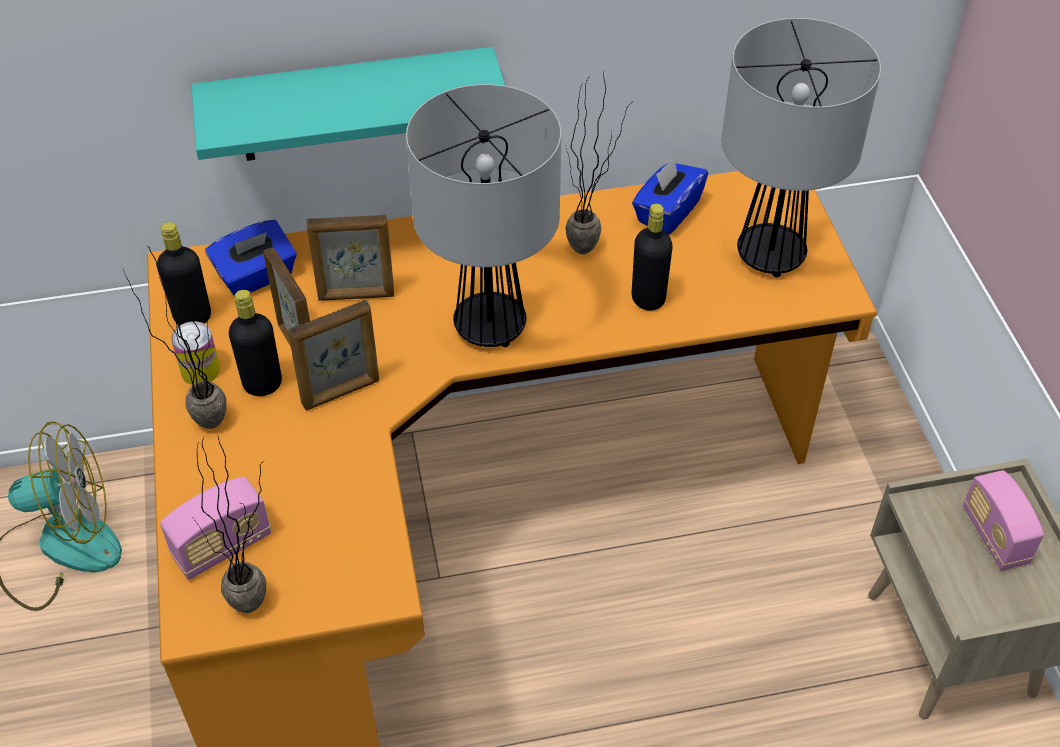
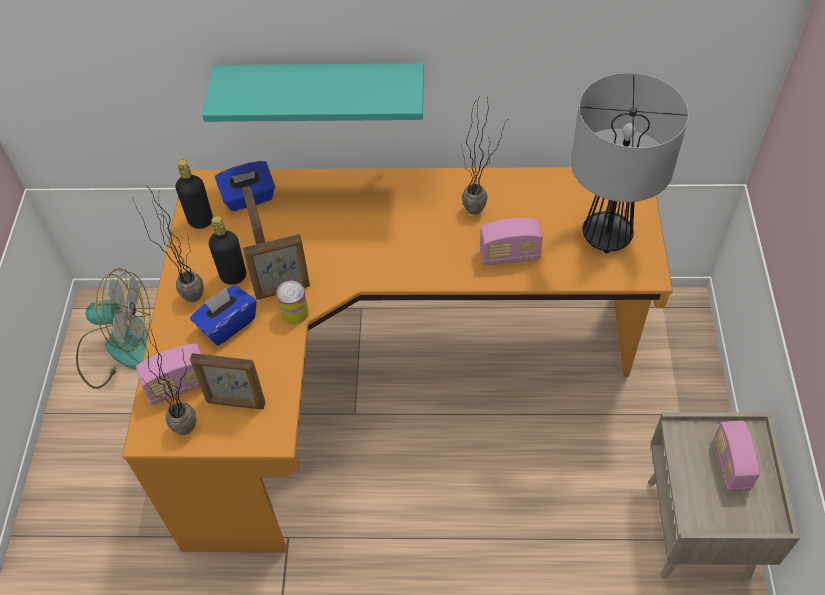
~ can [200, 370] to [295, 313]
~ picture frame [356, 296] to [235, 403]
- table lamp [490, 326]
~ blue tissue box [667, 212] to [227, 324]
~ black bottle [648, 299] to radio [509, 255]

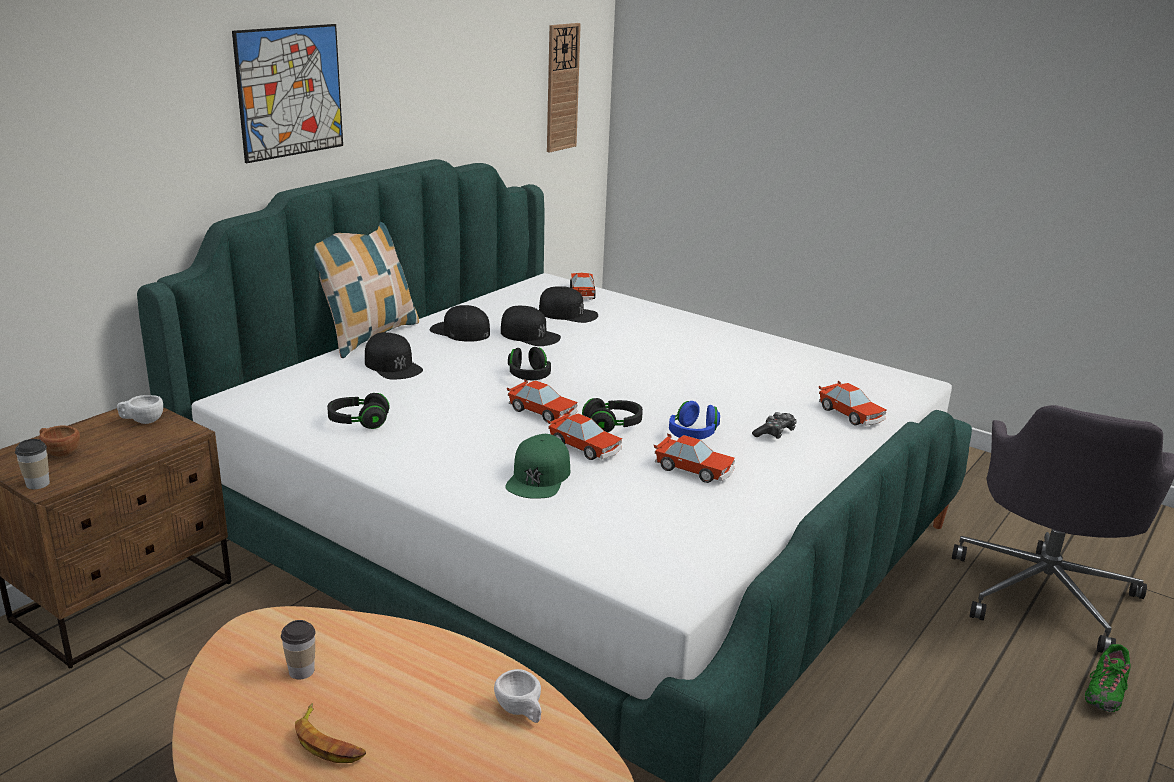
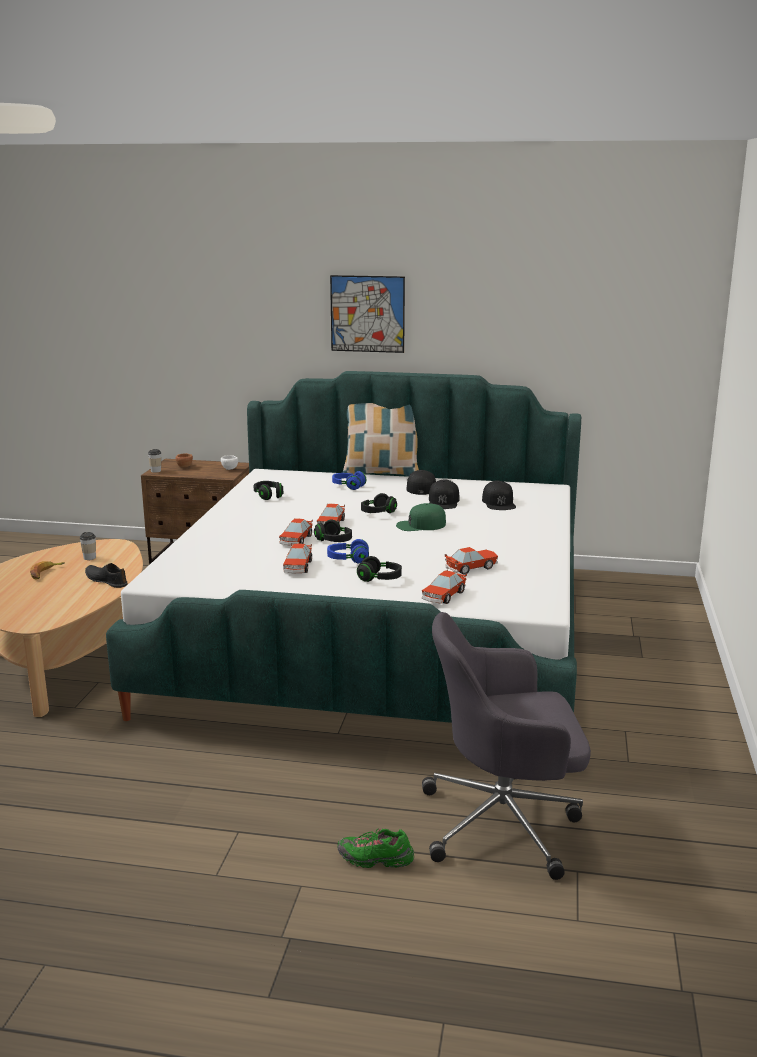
~ black cap [393, 365] to blue headphones [348, 486]
- white cup [521, 711]
~ green cap [539, 477] to [421, 525]
- wall clock [562, 87]
~ toy car [582, 293] to [471, 568]
~ game controller [775, 433] to black headphones [379, 579]
+ black shoe [106, 580]

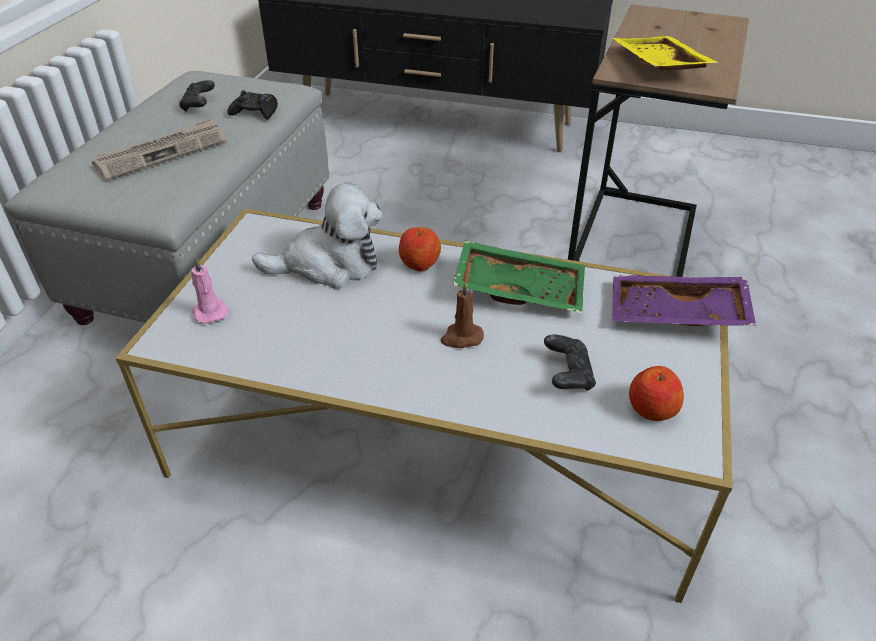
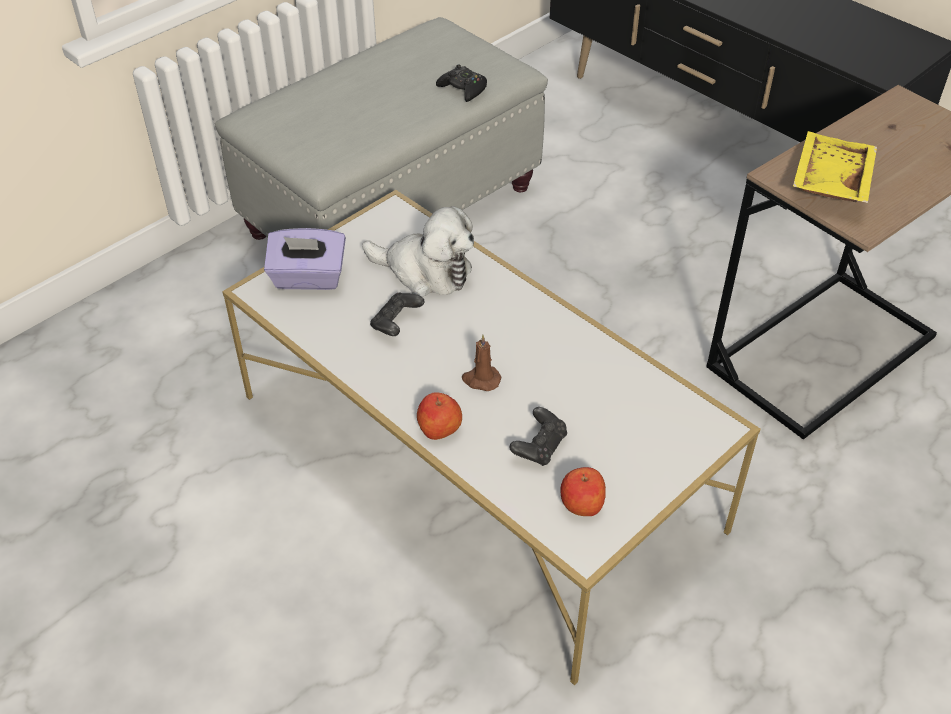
- newspaper [162, 152]
~ black game controller [198, 105] to [396, 323]
~ pink candle [209, 311] to purple tissue box [308, 278]
~ apple [419, 263] to [439, 428]
- green tray [519, 288]
- purple tray [676, 316]

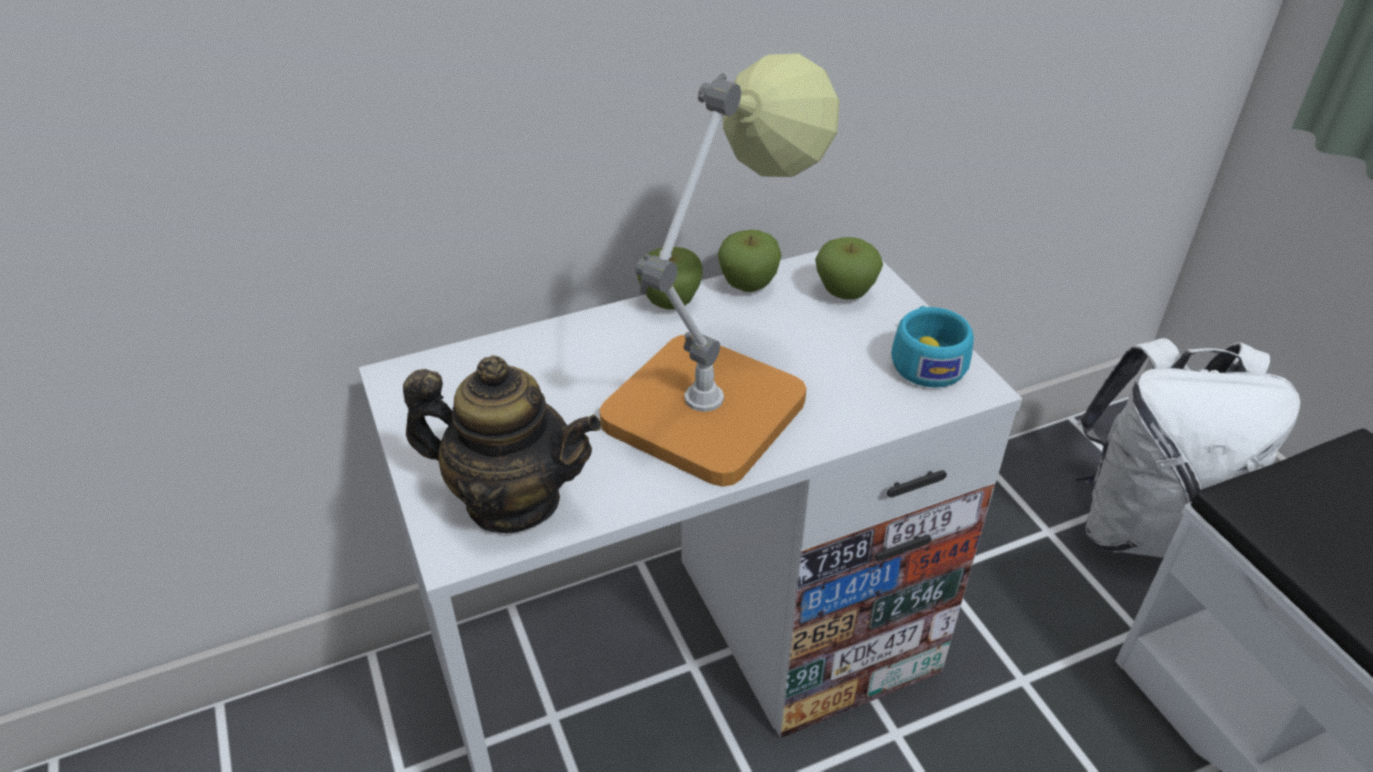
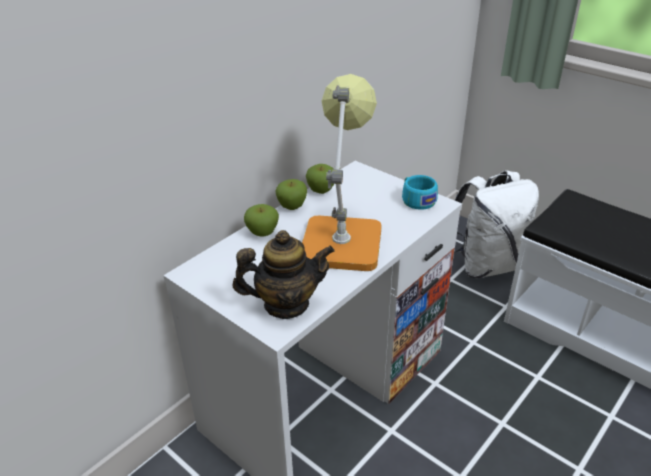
~ apple [845, 293] to [262, 233]

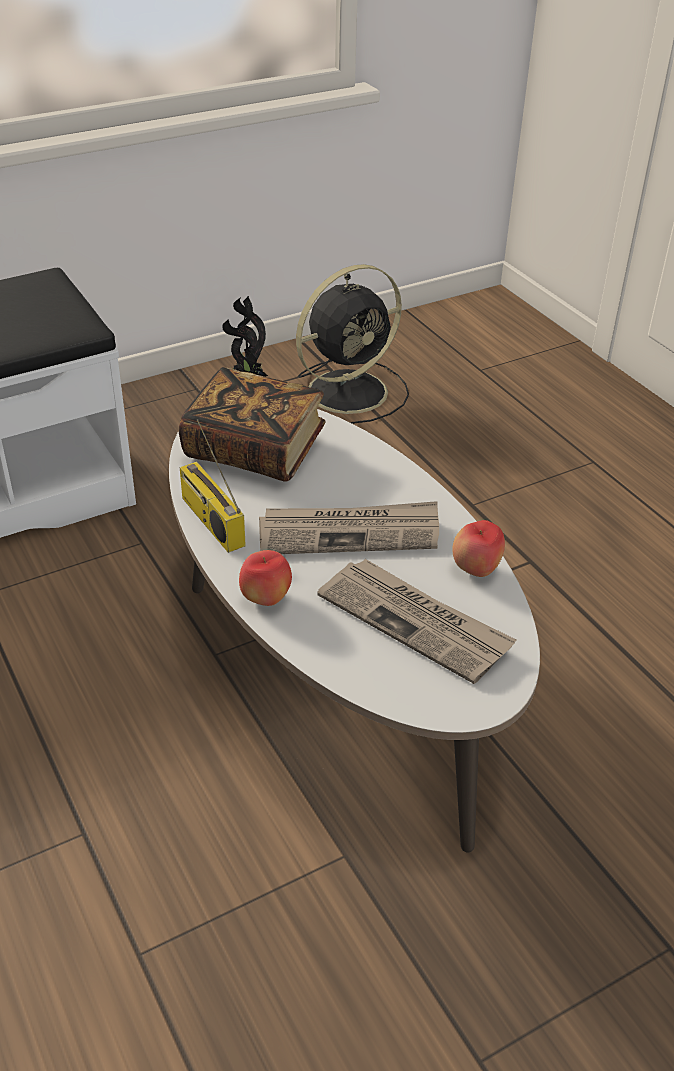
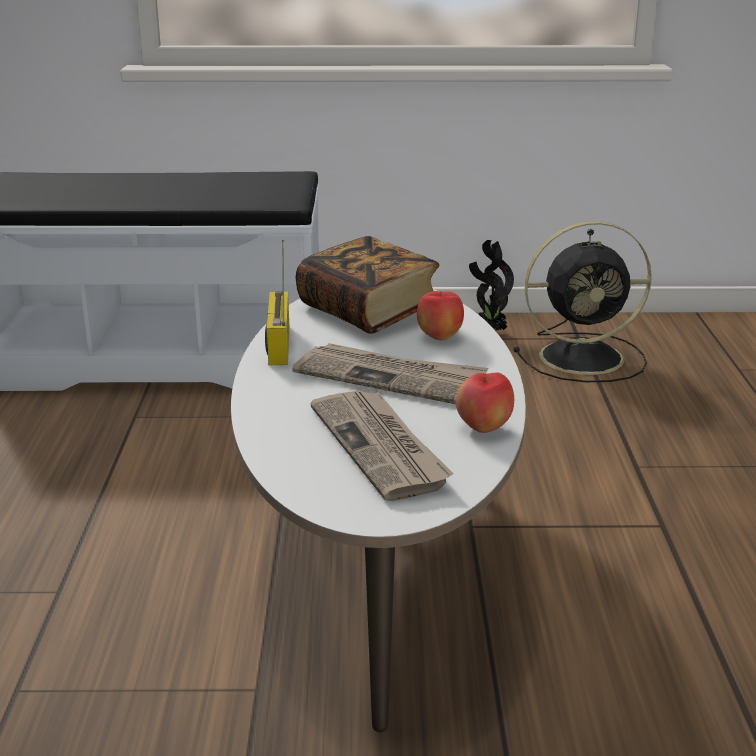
~ apple [266, 599] to [440, 337]

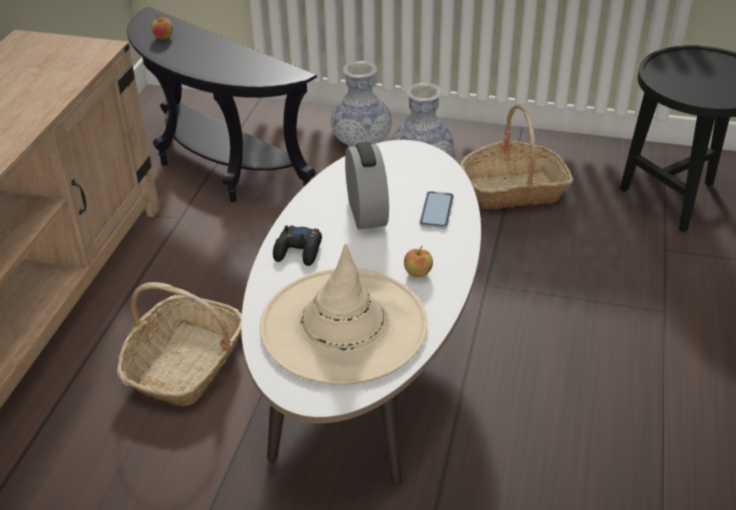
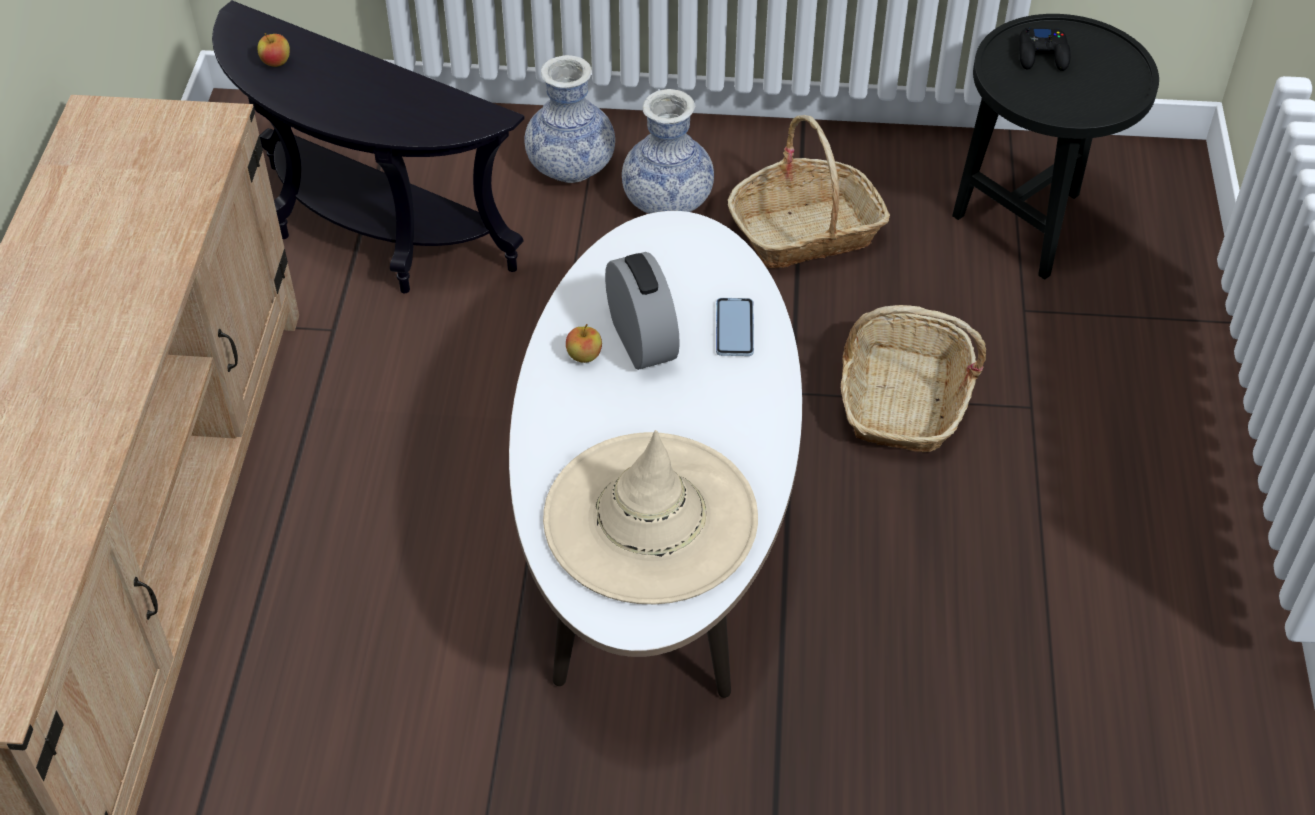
~ basket [186, 364] to [903, 400]
~ black game controller [298, 251] to [1042, 55]
~ apple [417, 273] to [584, 356]

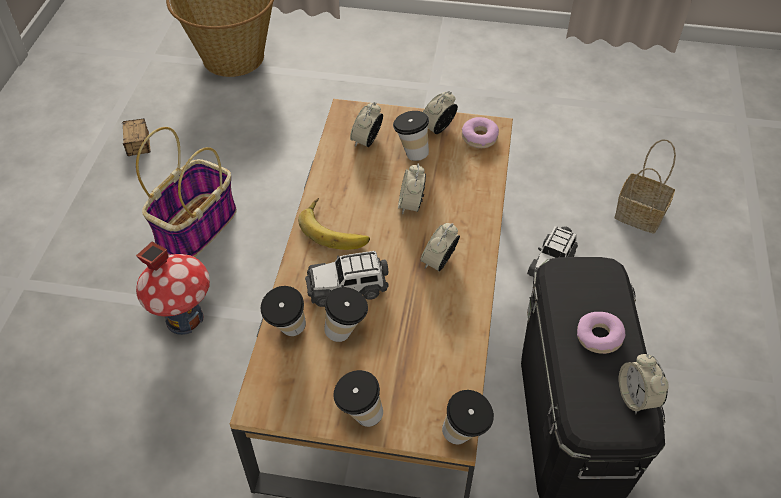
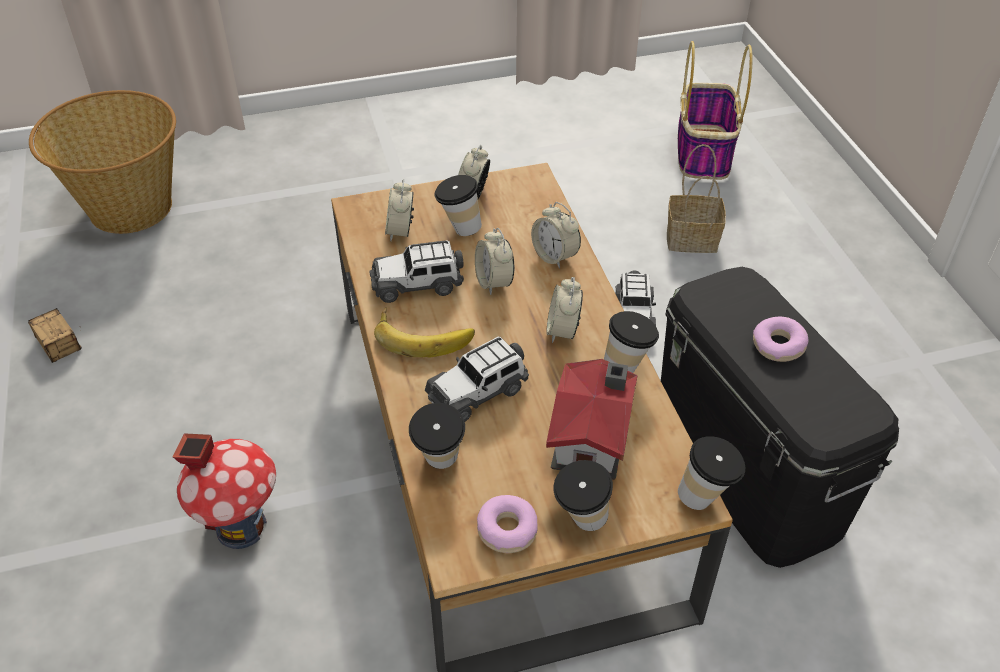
~ basket [197, 226] to [703, 152]
~ cup [346, 333] to [627, 369]
~ donut [479, 137] to [507, 530]
~ alarm clock [636, 397] to [555, 256]
+ toy car [417, 284]
+ toy house [593, 438]

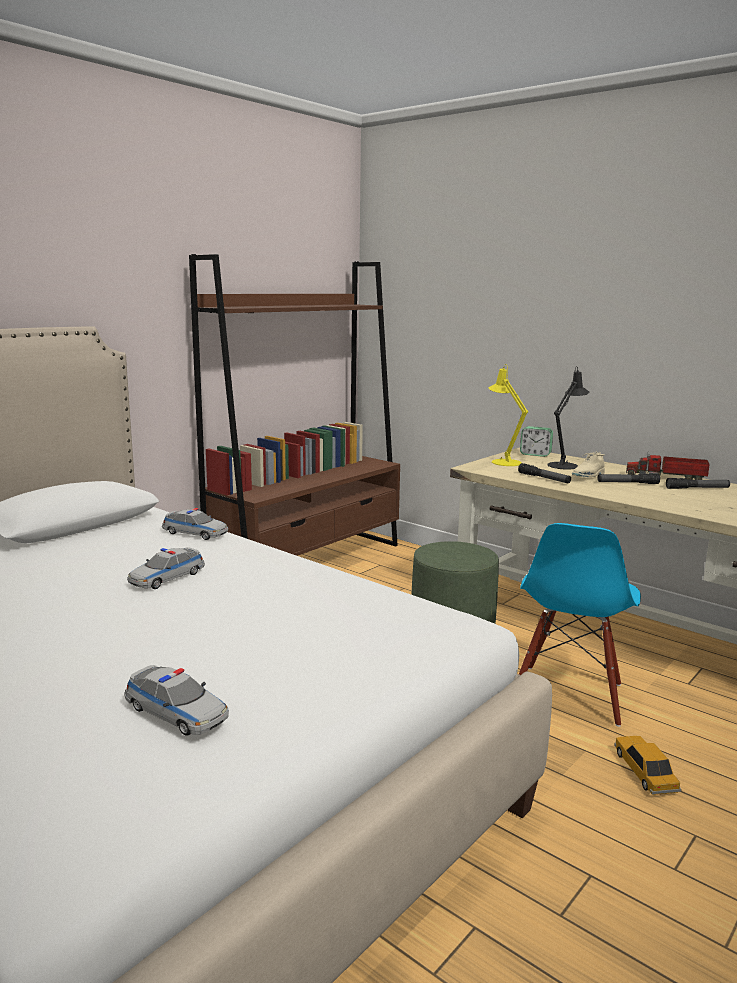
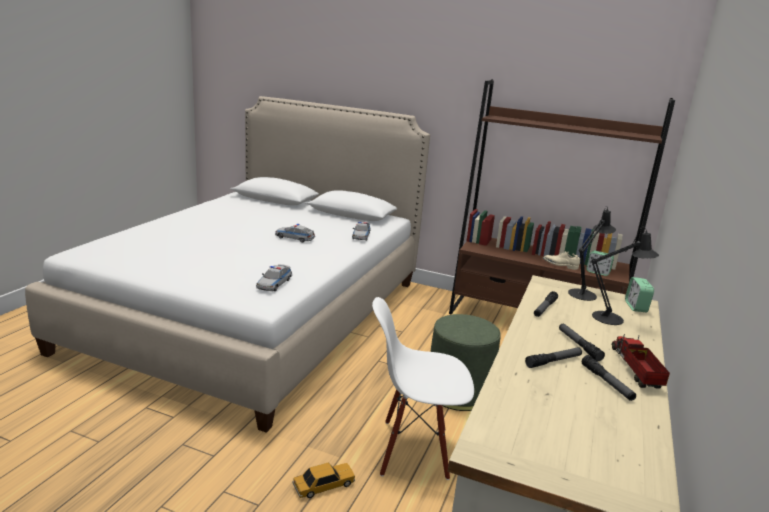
~ toy car [176, 713] to [274, 284]
~ yellow table lamp [503, 461] to black table lamp [584, 293]
~ blue chair [568, 694] to white chair [413, 450]
~ beige shoe [588, 476] to [560, 265]
+ flashlight [553, 361]
+ alarm clock [597, 272]

